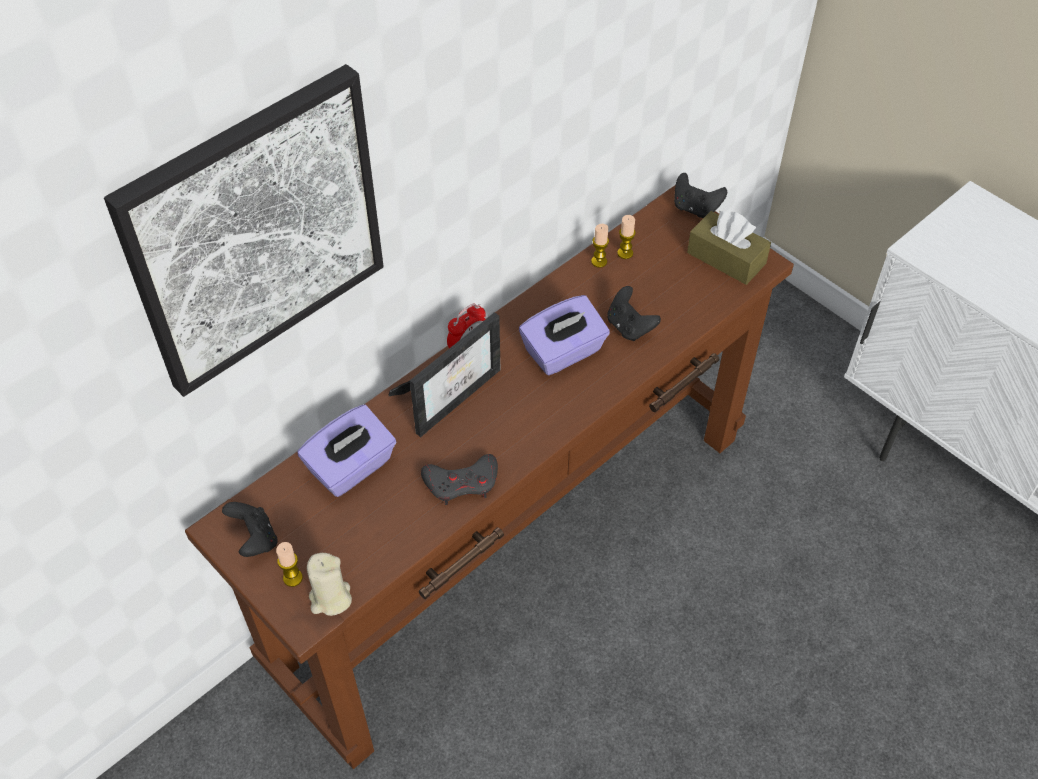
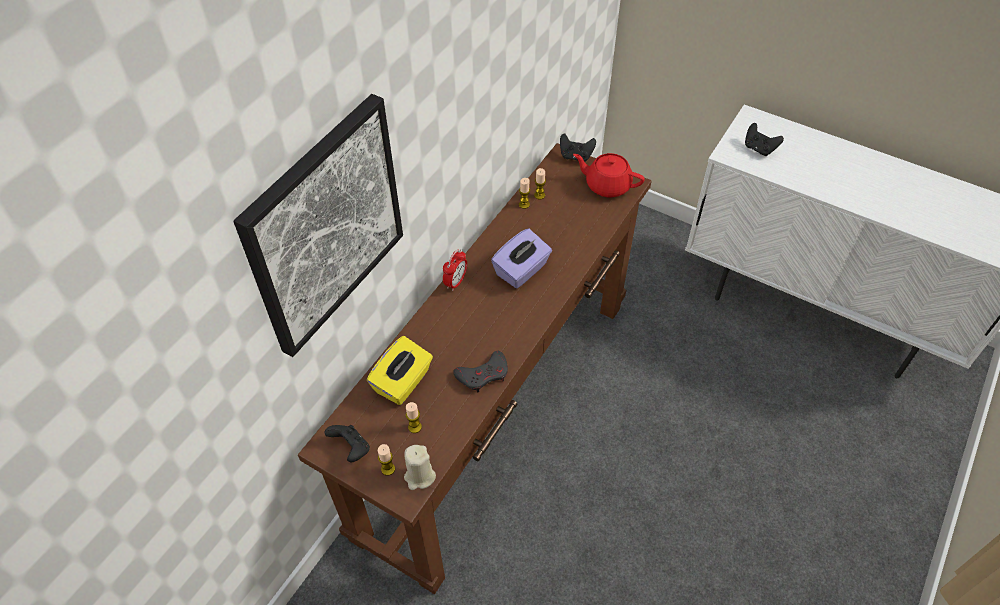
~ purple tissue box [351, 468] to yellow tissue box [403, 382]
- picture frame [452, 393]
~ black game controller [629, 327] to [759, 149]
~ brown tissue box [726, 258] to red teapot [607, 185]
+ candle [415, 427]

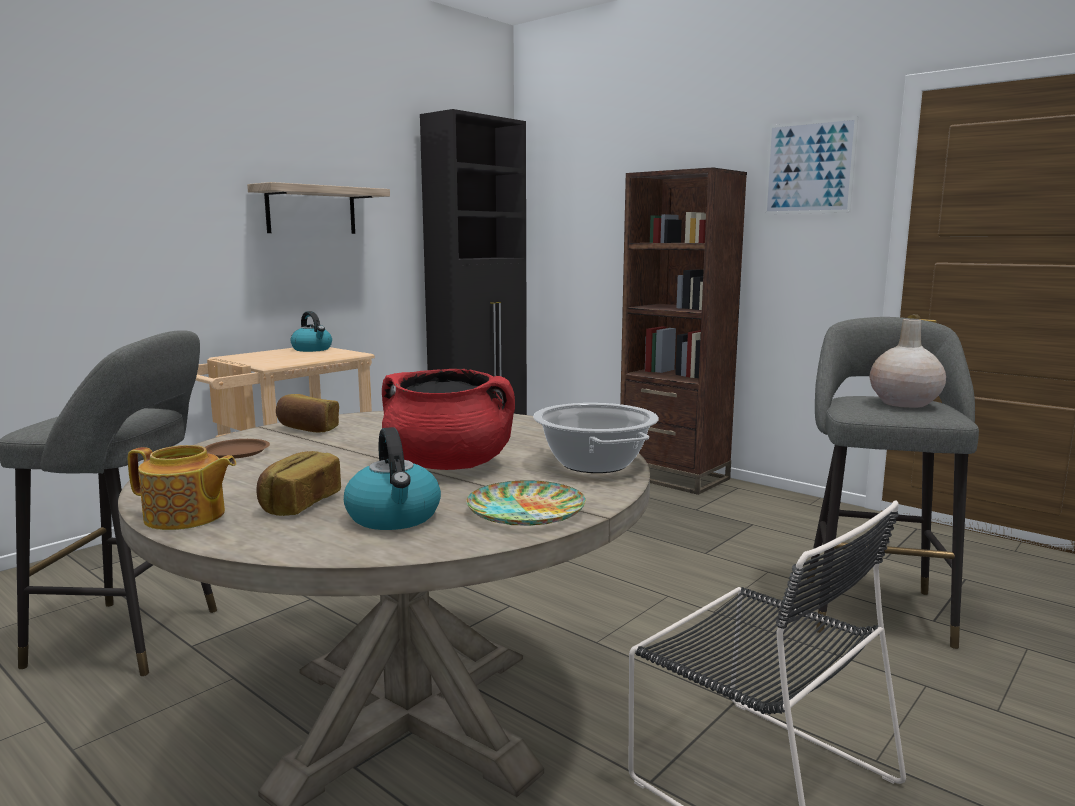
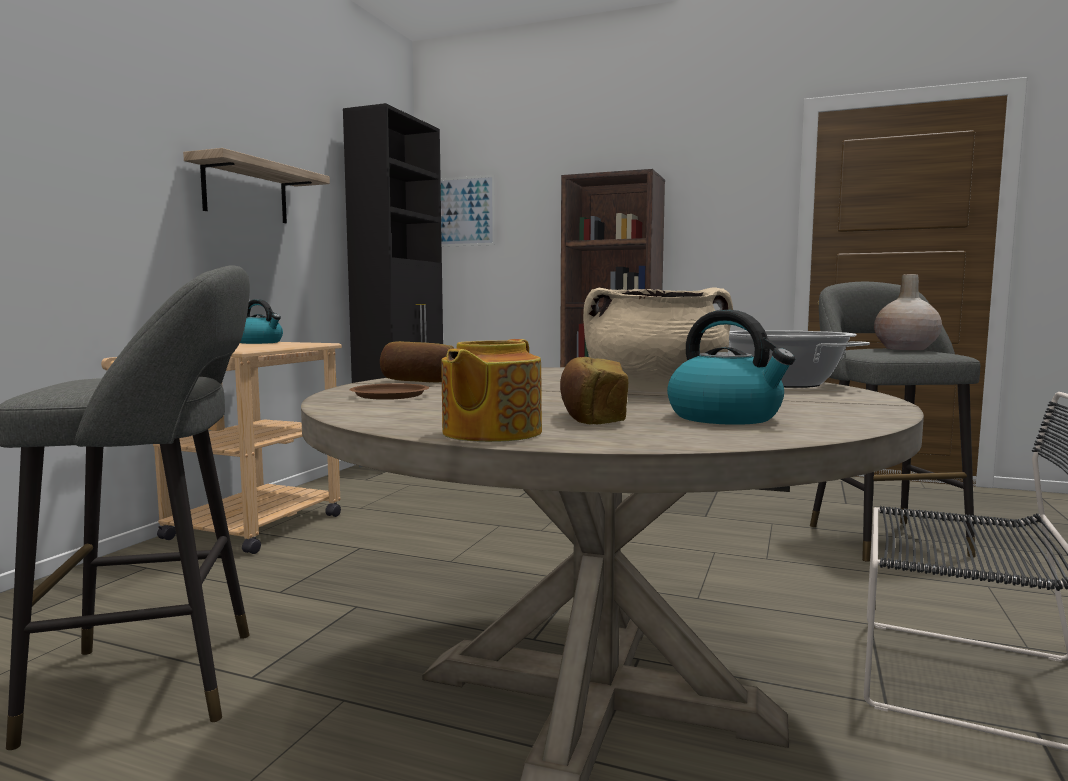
~ teapot [186, 517] = [489, 433] 120 degrees clockwise
~ red cooking pot [449, 465] to beige cooking pot [655, 391]
- plate [525, 511]
~ picture [809, 167] to [464, 211]

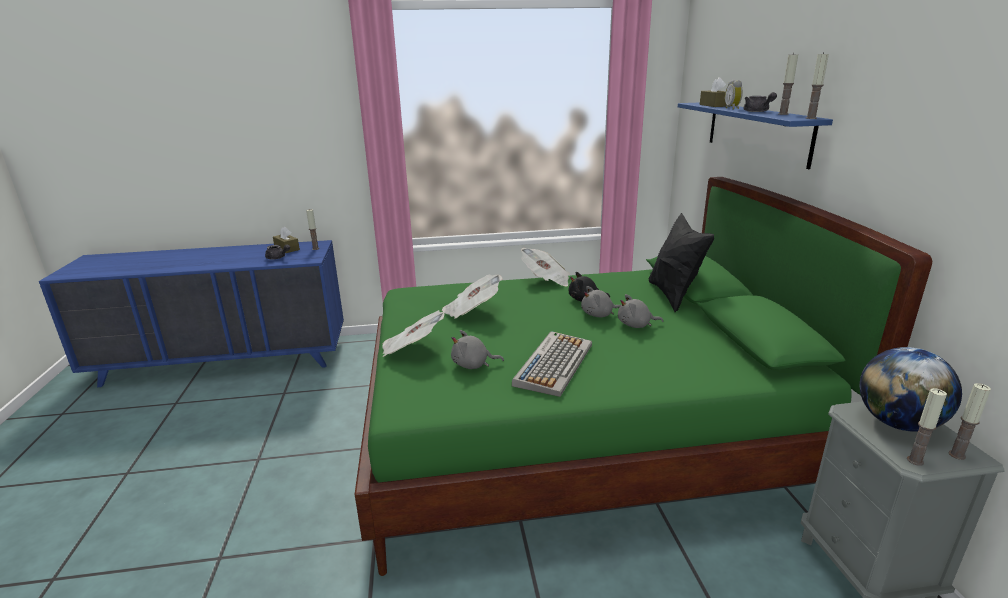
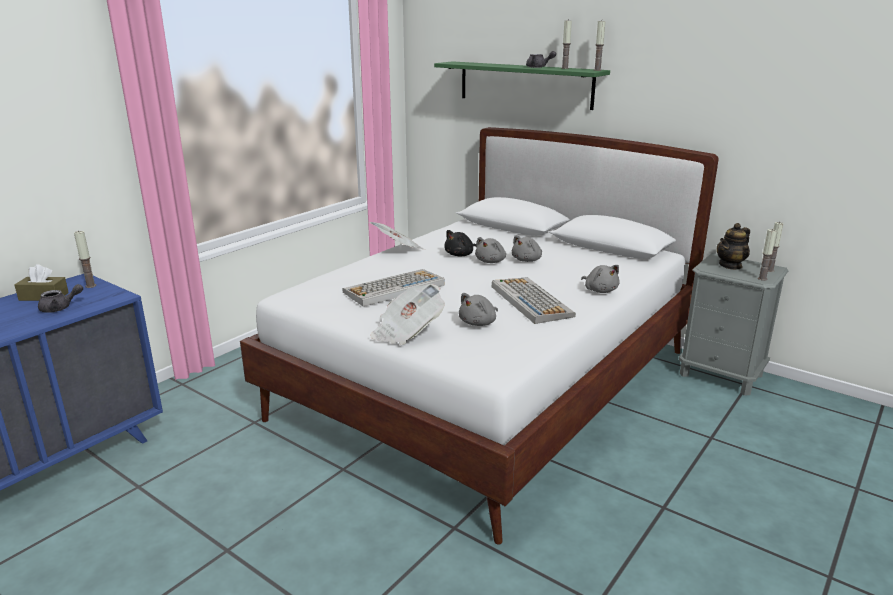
~ green bed [578, 438] to white bed [490, 384]
~ newspaper [472, 311] to keyboard [393, 289]
- black pillow [674, 296]
~ blue shelf [756, 131] to green shelf [524, 84]
- brown tissue box [714, 105]
- alarm clock [733, 108]
~ globe [897, 423] to teapot [730, 265]
+ grey plush toy [600, 290]

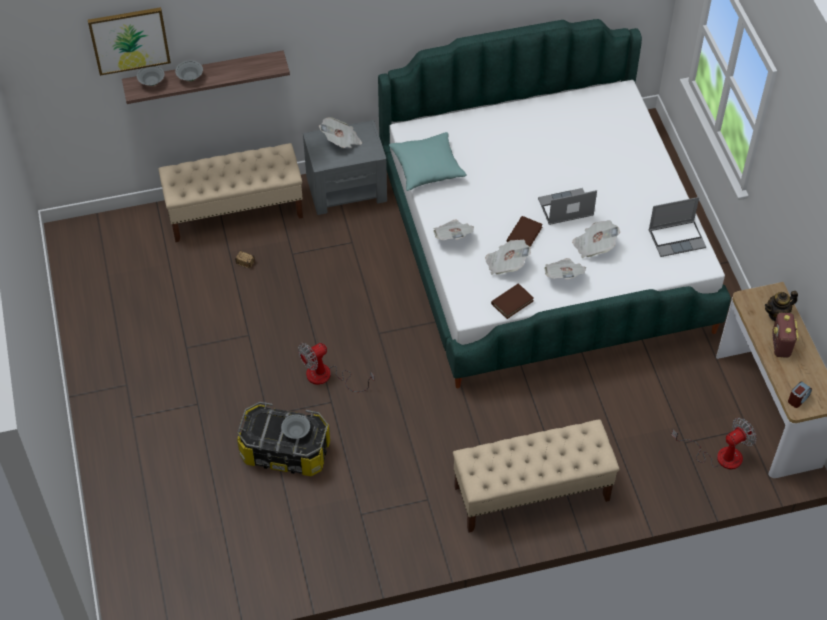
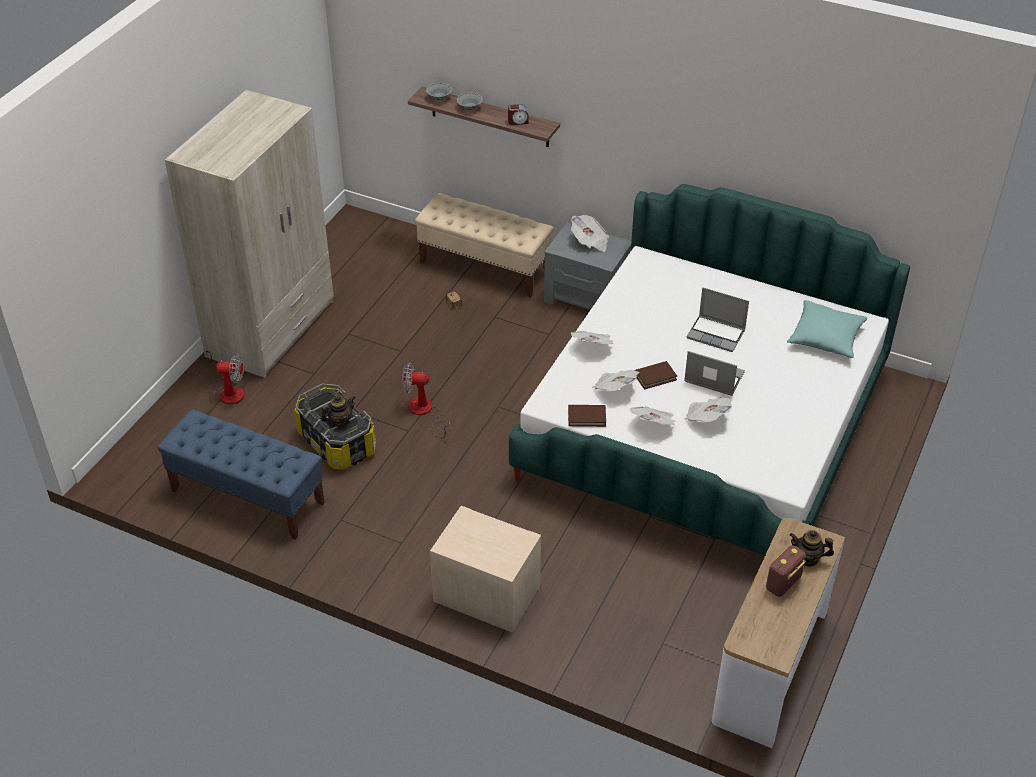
- picture [129, 40]
~ grey bowl [296, 432] to teapot [340, 421]
~ turquoise pillow [427, 168] to [826, 338]
~ beige bench [531, 494] to beige nightstand [486, 593]
~ laptop [677, 238] to [716, 334]
~ fan [719, 455] to [228, 390]
~ alarm clock [798, 398] to [518, 121]
+ blue bench [247, 497]
+ beige wardrobe [272, 329]

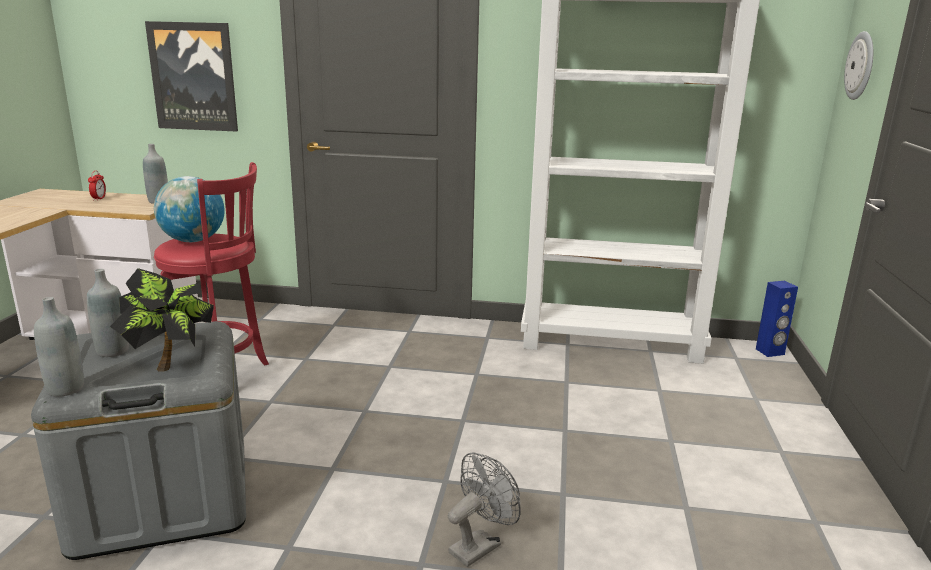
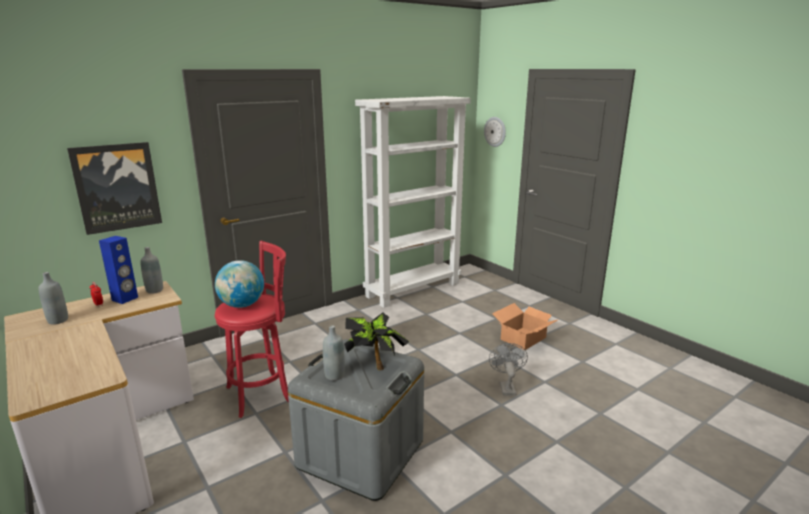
~ grey bottle [66, 389] to [58, 320]
~ blue speaker [770, 352] to [125, 299]
+ cardboard box [524, 338]

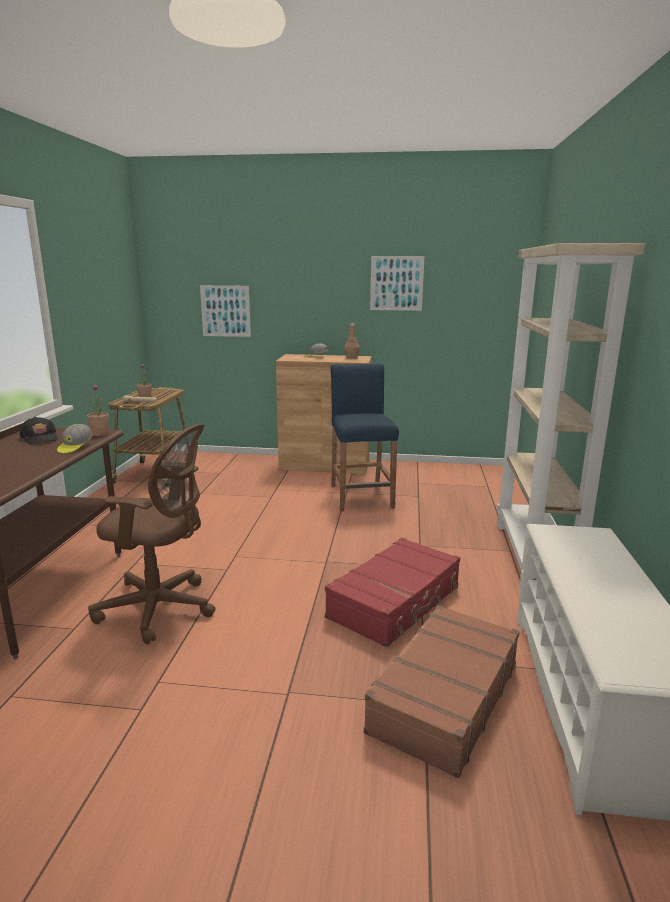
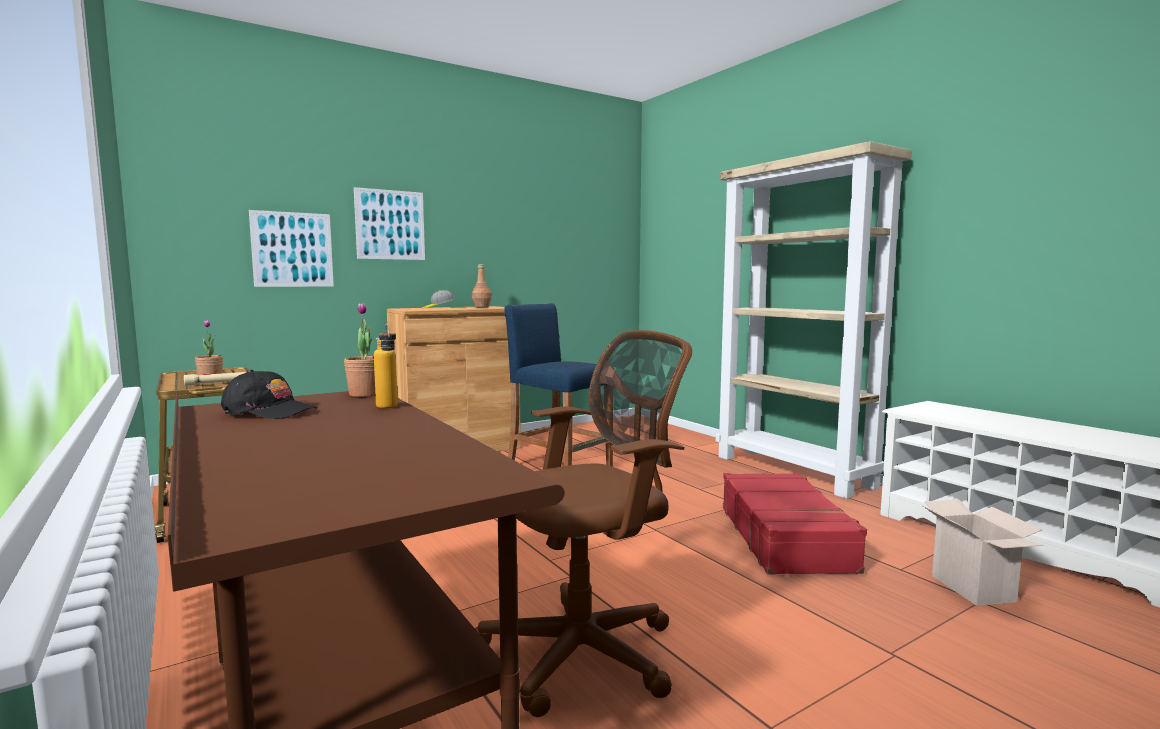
~ cap [75, 447] to bottle [388, 408]
~ brown suitcase [443, 698] to cardboard box [975, 589]
~ picture [396, 283] to [390, 225]

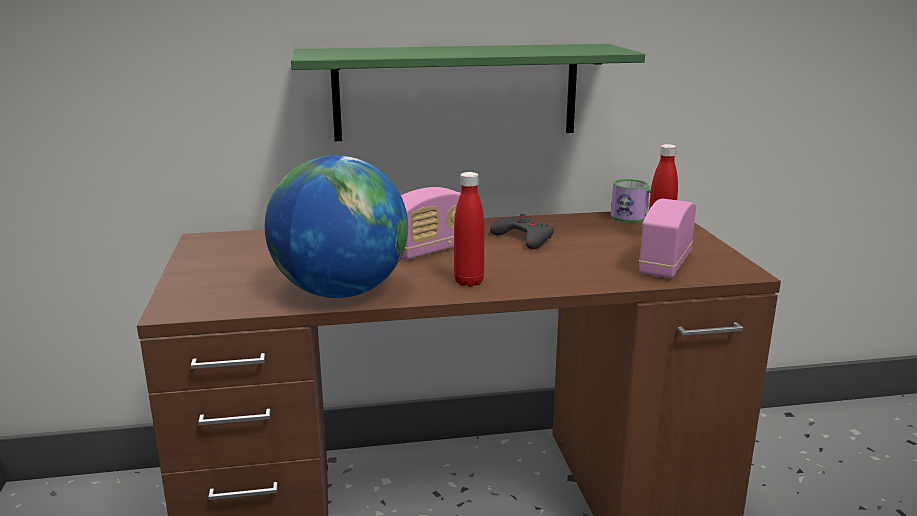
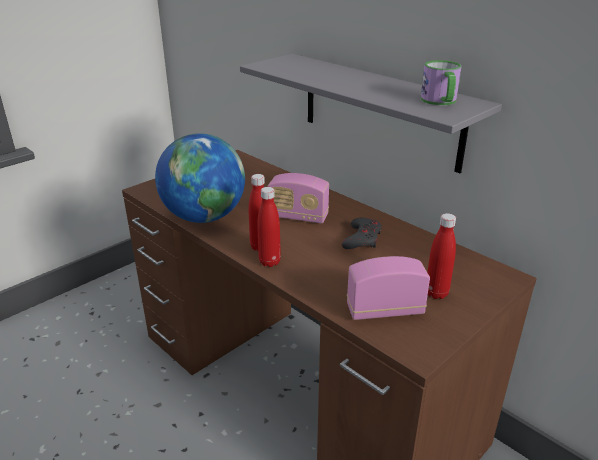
~ green shelf [456, 92] to grey shelf [379, 110]
~ mug [635, 218] to [440, 102]
+ red bottle [269, 262]

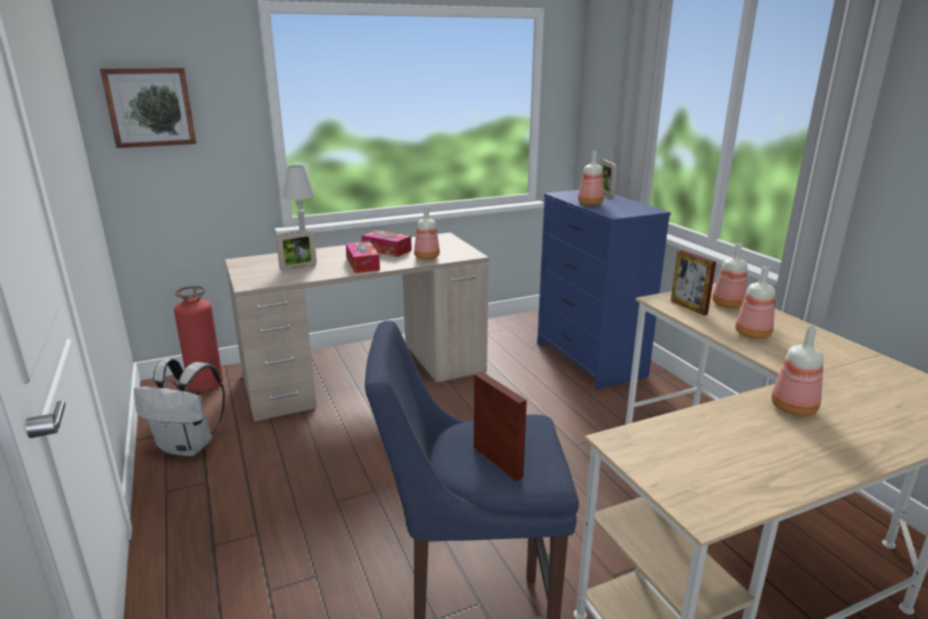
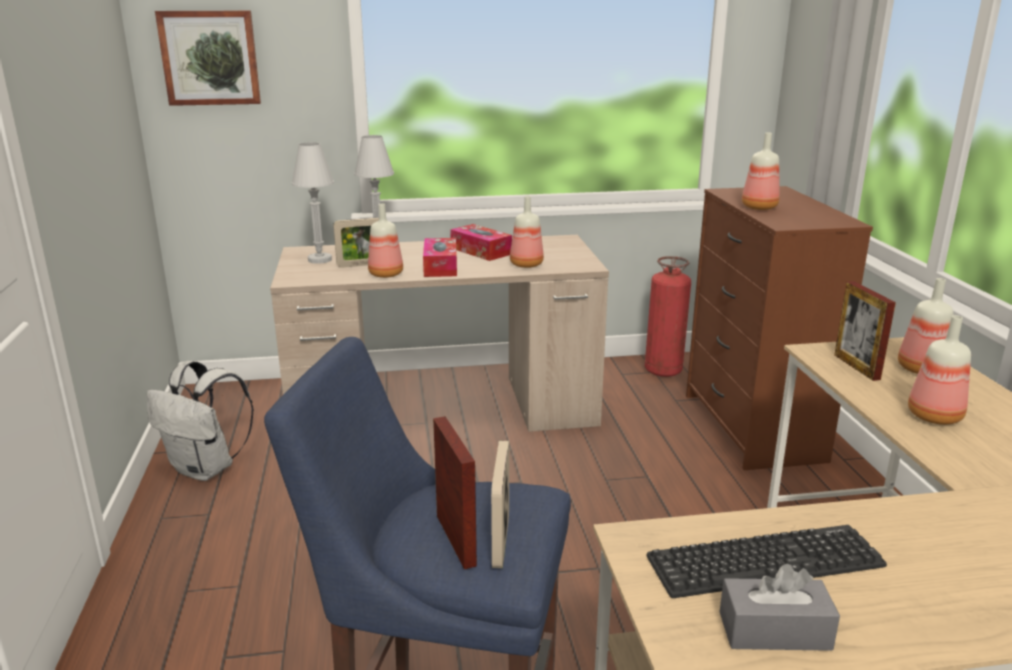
~ fire extinguisher [206, 385] to [663, 370]
~ blue dresser [589, 359] to brown dresser [751, 427]
~ picture frame [605, 195] to [501, 542]
~ bottle [794, 408] to [387, 274]
+ white table lamp [319, 260]
+ keyboard [764, 562]
+ grey tissue box [774, 631]

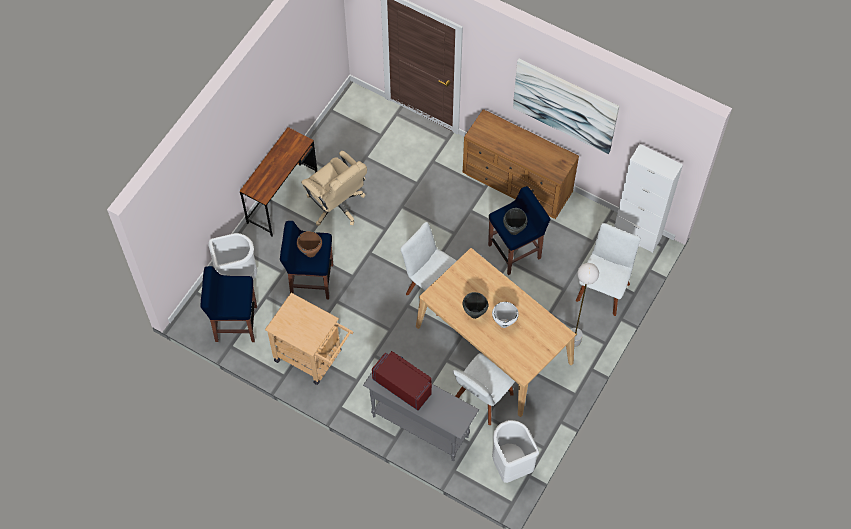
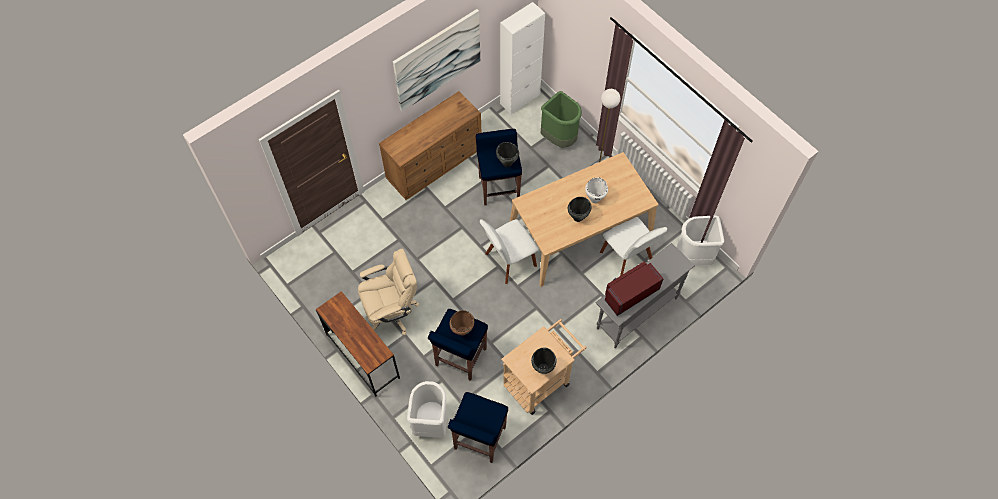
~ white chair [603, 289] to green trash can [559, 138]
+ black cooking pot [543, 368]

